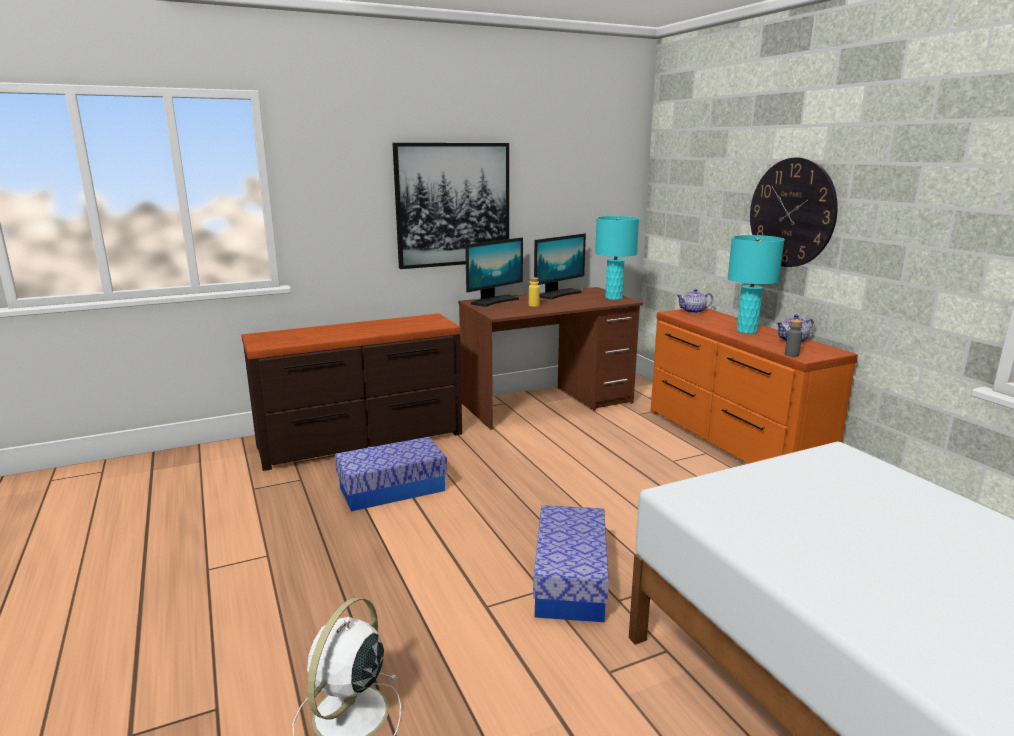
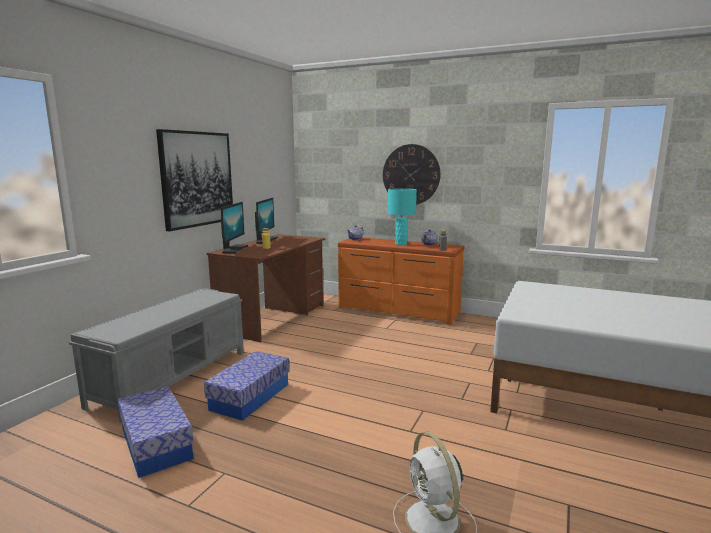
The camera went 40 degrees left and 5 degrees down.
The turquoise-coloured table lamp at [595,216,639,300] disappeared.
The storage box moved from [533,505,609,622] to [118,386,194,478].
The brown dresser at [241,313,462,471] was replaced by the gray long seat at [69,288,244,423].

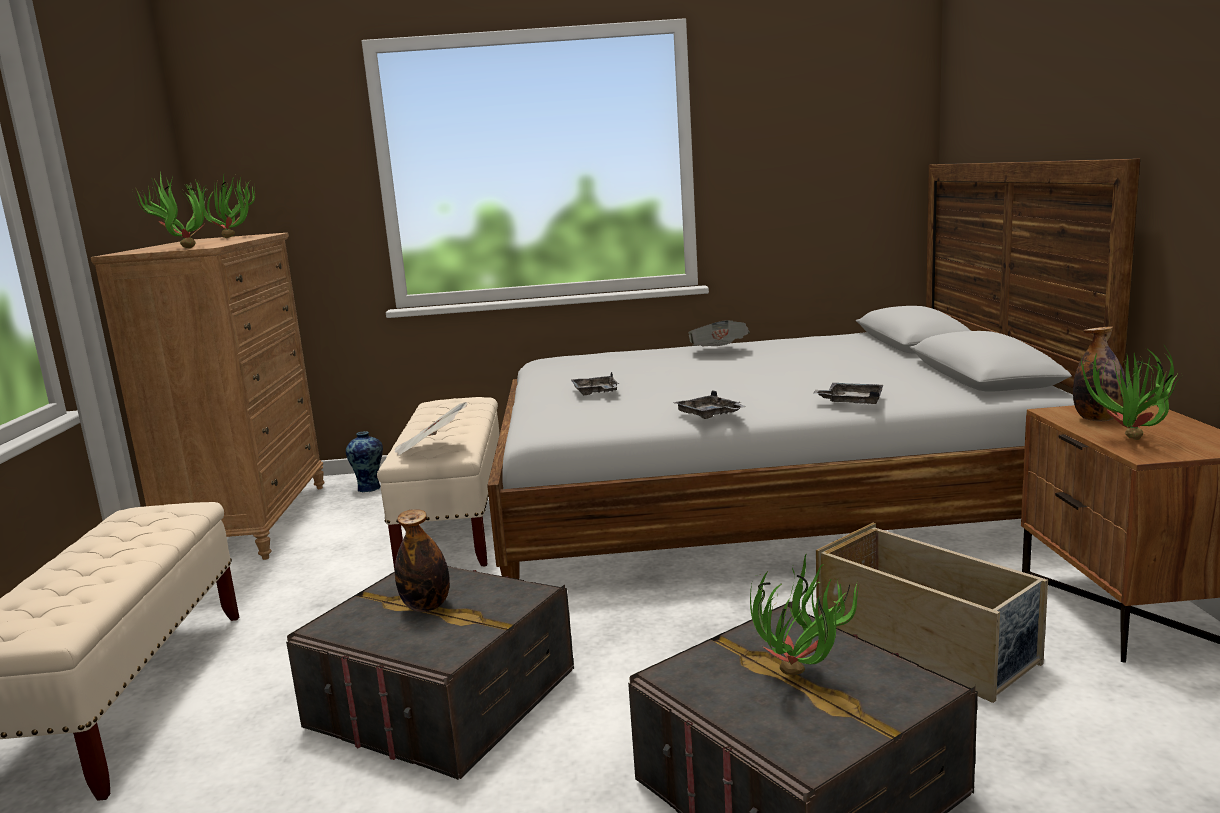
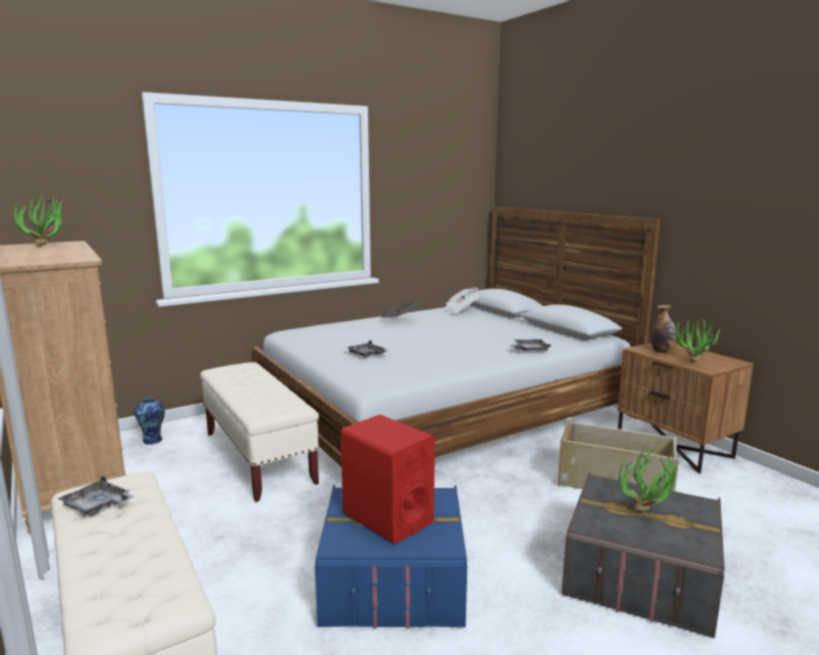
The camera went 30 degrees left and 0 degrees up.
The houseplant at [132,172,204,248] disappeared.
The daily paper moved from [394,402,467,456] to [440,288,480,314].
The gray serving tray moved from [674,391,746,419] to [58,475,134,516].
The beverage bottle at [395,509,450,612] was replaced by the reddish loudspeaker at [341,415,435,544].
The gray storage box at [286,566,574,780] became the blue-coloured storage box at [315,485,467,629].

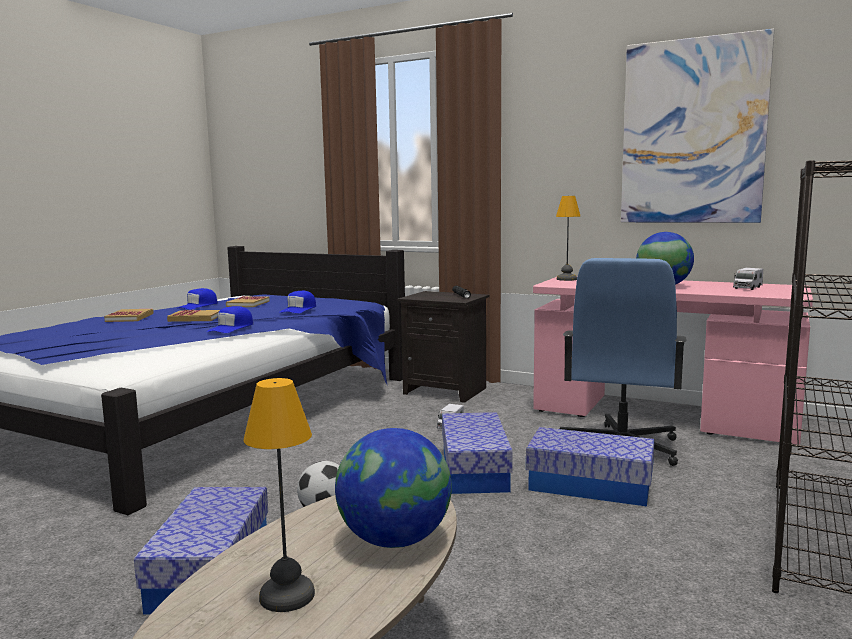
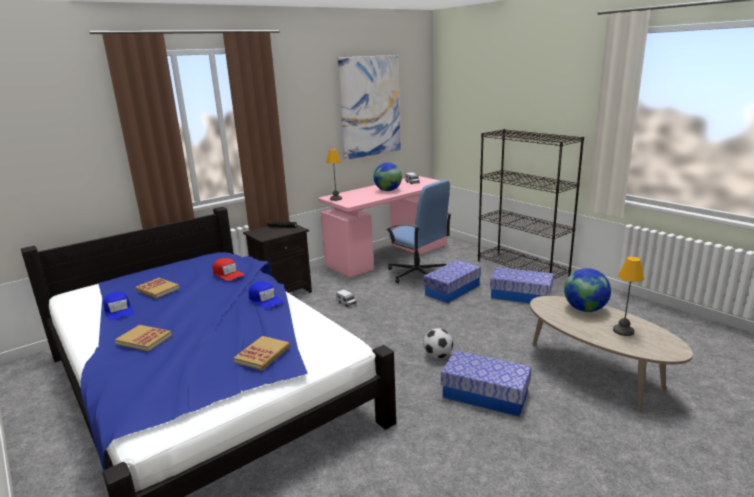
The camera went 65 degrees left and 10 degrees up.
The book moved from [167,310,220,322] to [233,336,290,371].
The storage box moved from [442,412,513,494] to [490,267,554,303].
The blue-coloured baseball cap at [279,291,316,313] became the reddish baseball cap at [213,258,244,281].

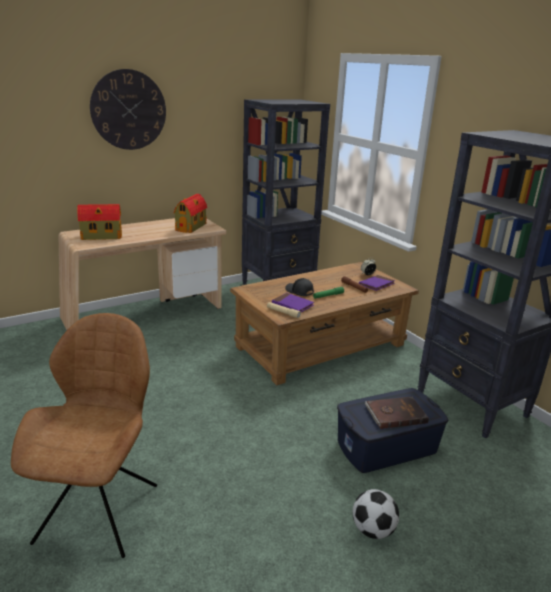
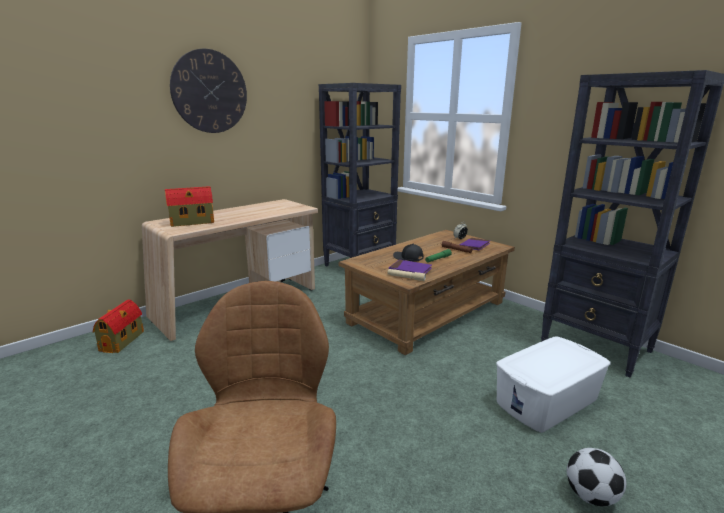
The camera went 10 degrees left and 5 degrees down.
The brown book at [365,396,429,429] disappeared.
The miniature house moved from [174,194,207,233] to [93,300,144,353].
The blue-coloured storage box at [337,388,449,473] became the whitish storage box at [496,336,611,433].

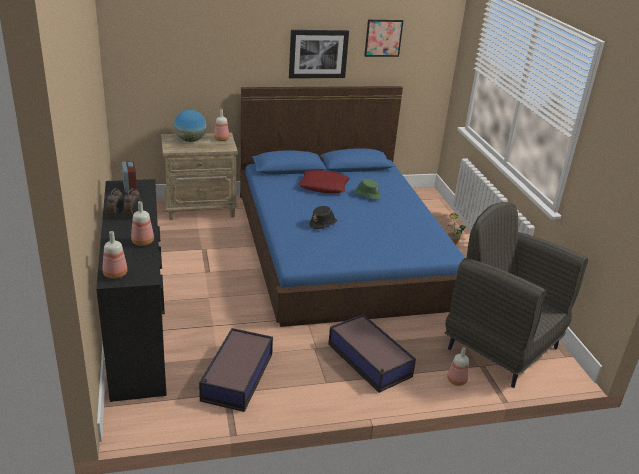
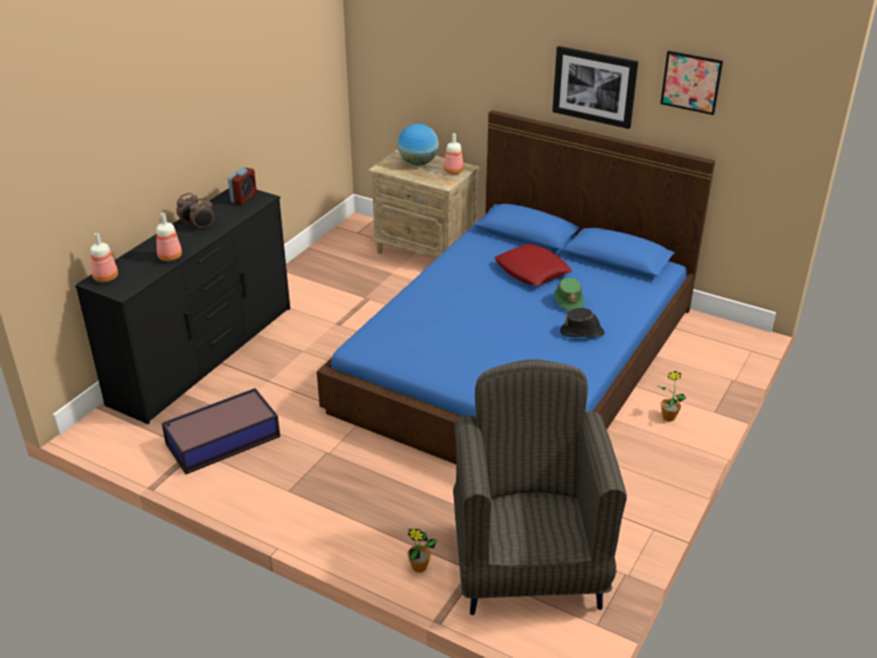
The camera went 45 degrees right and 5 degrees up.
The storage box at [328,314,416,393] disappeared.
The black clothing hat moved from [309,206,337,229] to [560,308,605,337].
The beverage bottle at [447,347,469,386] was replaced by the houseplant at [407,528,437,573].

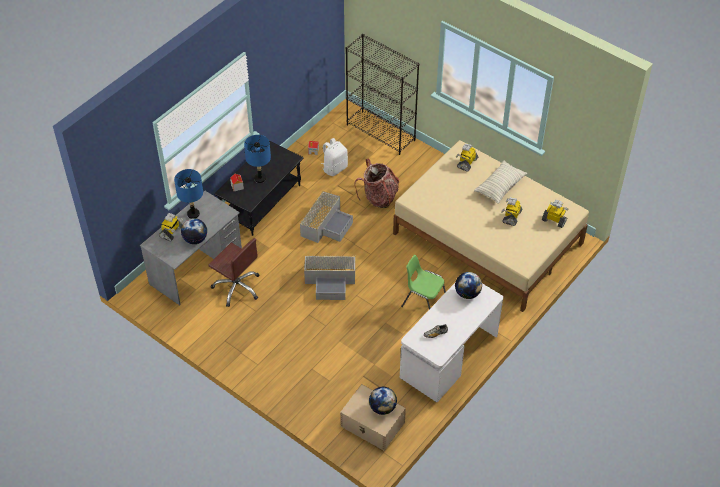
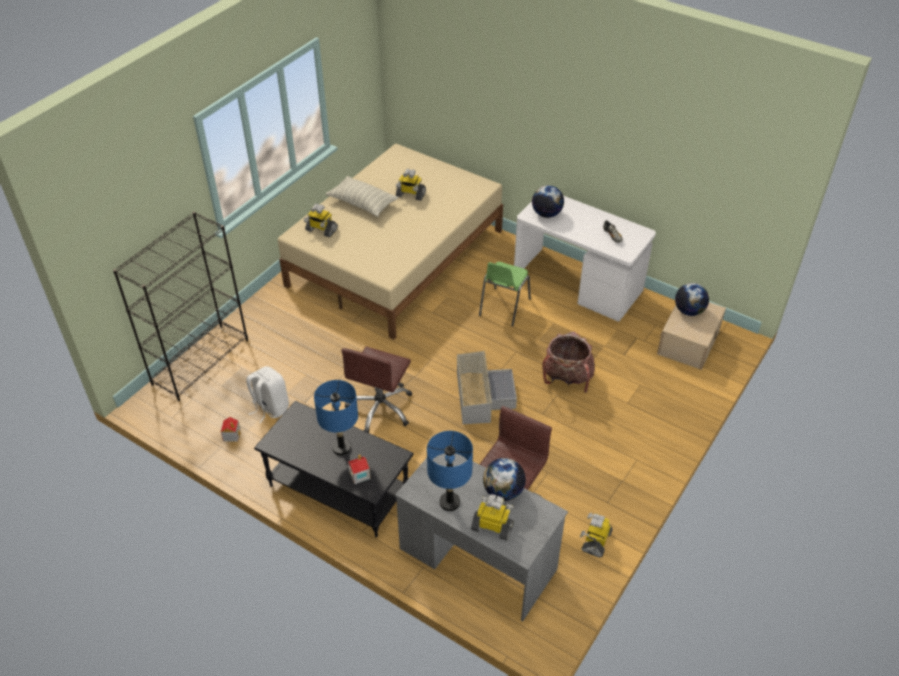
The camera went 95 degrees left and 5 degrees down.
The rucksack moved from [354,159,399,208] to [542,332,595,393].
The robot figure moved from [542,200,568,228] to [580,513,613,557].
The gray storage box at [300,191,353,243] was replaced by the brown computer chair at [341,346,412,433].

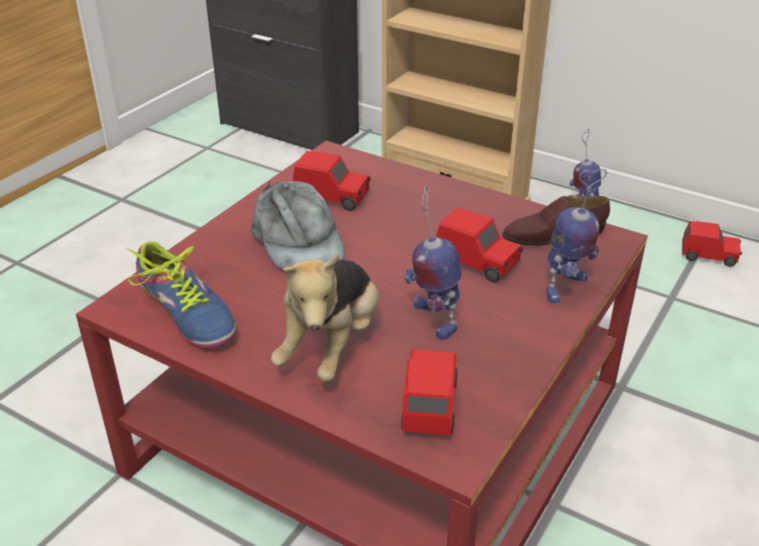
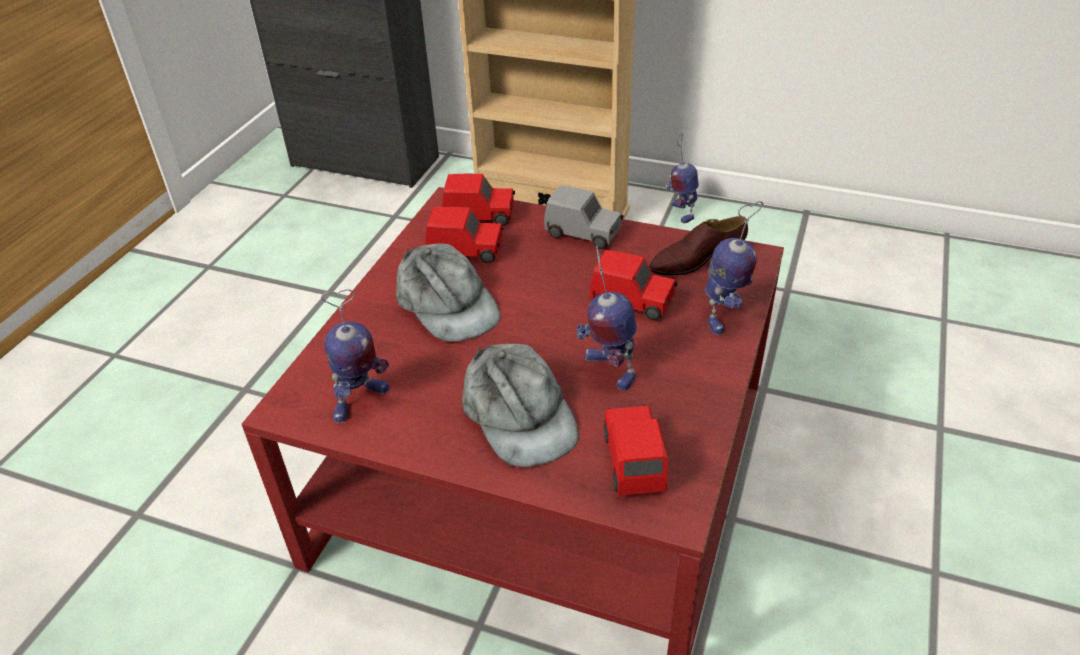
The camera went 10 degrees left and 5 degrees up.
The gray toy car at [544,185,623,249] appeared.
The reddish toy car moved from [682,221,742,267] to [442,174,515,226].
The item of footwear at [126,241,236,348] was replaced by the robot figure at [321,289,389,423].
The plush toy at [271,253,379,382] was replaced by the gray baseball cap at [462,344,579,467].

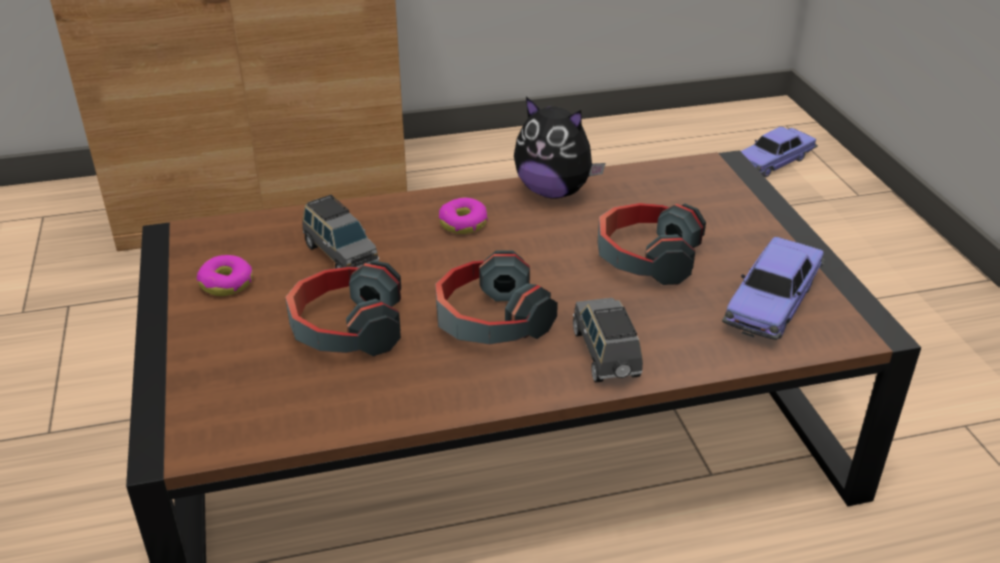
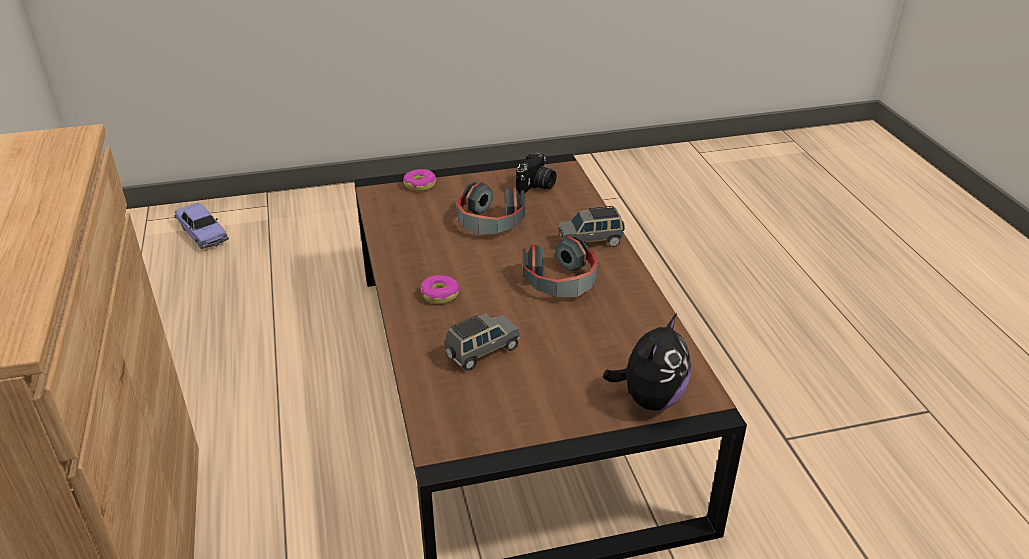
The camera went 90 degrees left and 0 degrees up.
The pair of headphones at [285,260,401,356] disappeared.
The donut moved from [197,255,253,296] to [403,169,436,191].
The plush toy moved from [514,97,605,199] to [603,313,691,411].
The toy car at [722,237,825,340] was replaced by the still camera at [516,152,557,194].

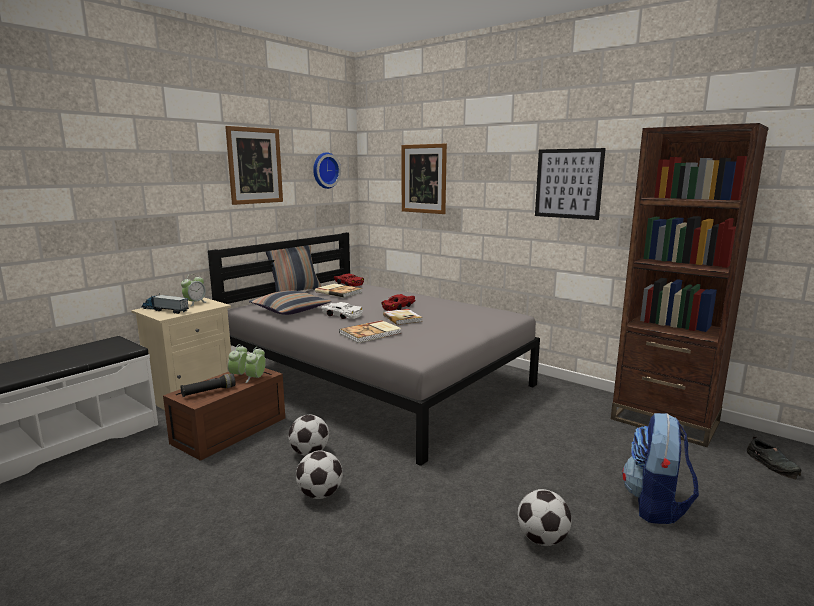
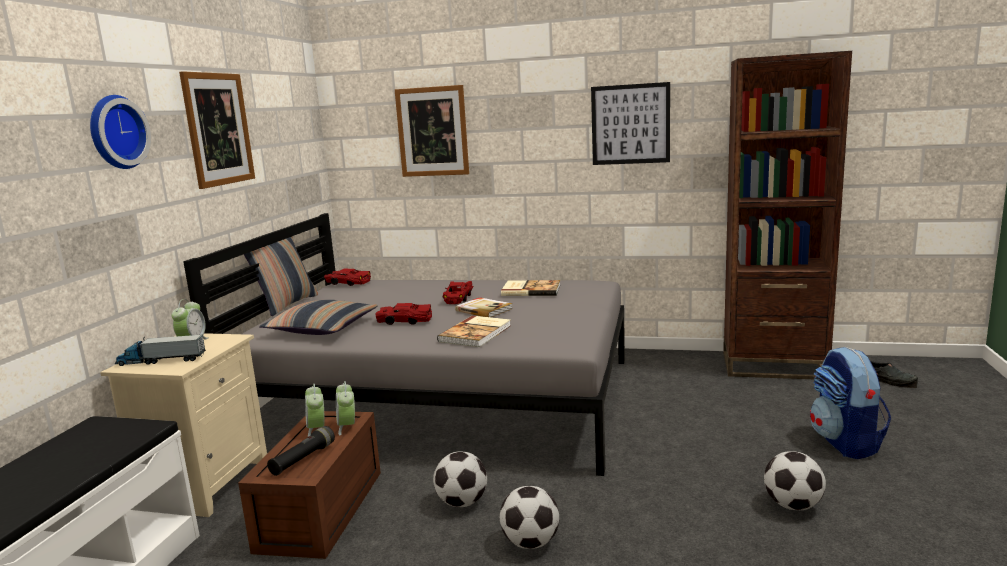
The camera went 25 degrees left and 0 degrees up.
The clock on the wall moved from [313,152,341,189] to [90,95,151,169].
The book moved from [315,284,362,298] to [501,280,561,296].
The whitish toy car at [321,302,363,319] became the reddish toy car at [376,303,432,325].

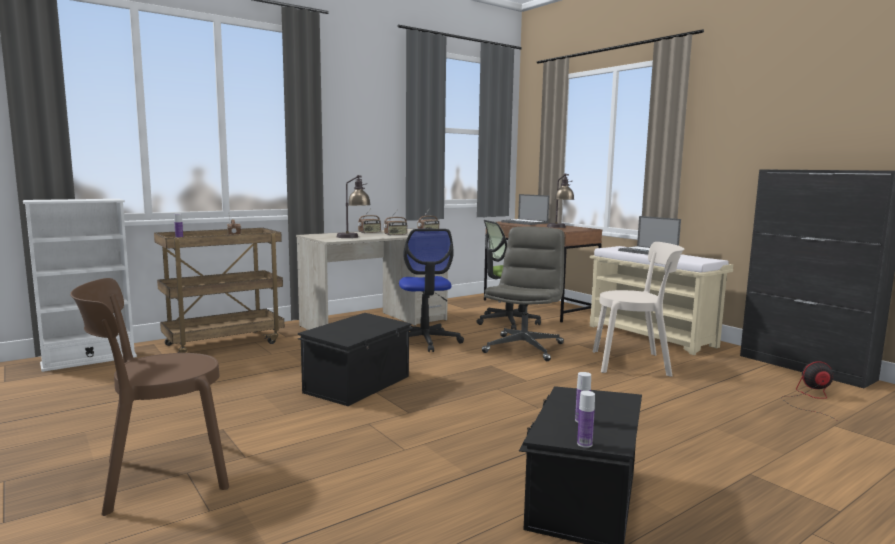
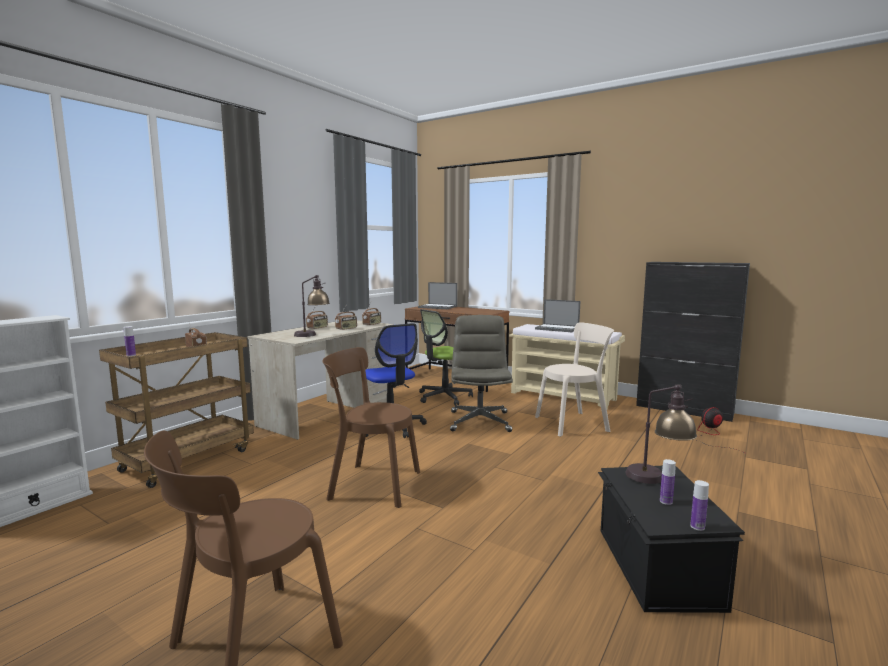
The camera went 20 degrees left and 0 degrees up.
The table lamp moved from [547,173,575,228] to [625,384,697,484].
The black storage box at [298,313,413,406] was replaced by the brown plain chair at [322,347,420,508].

